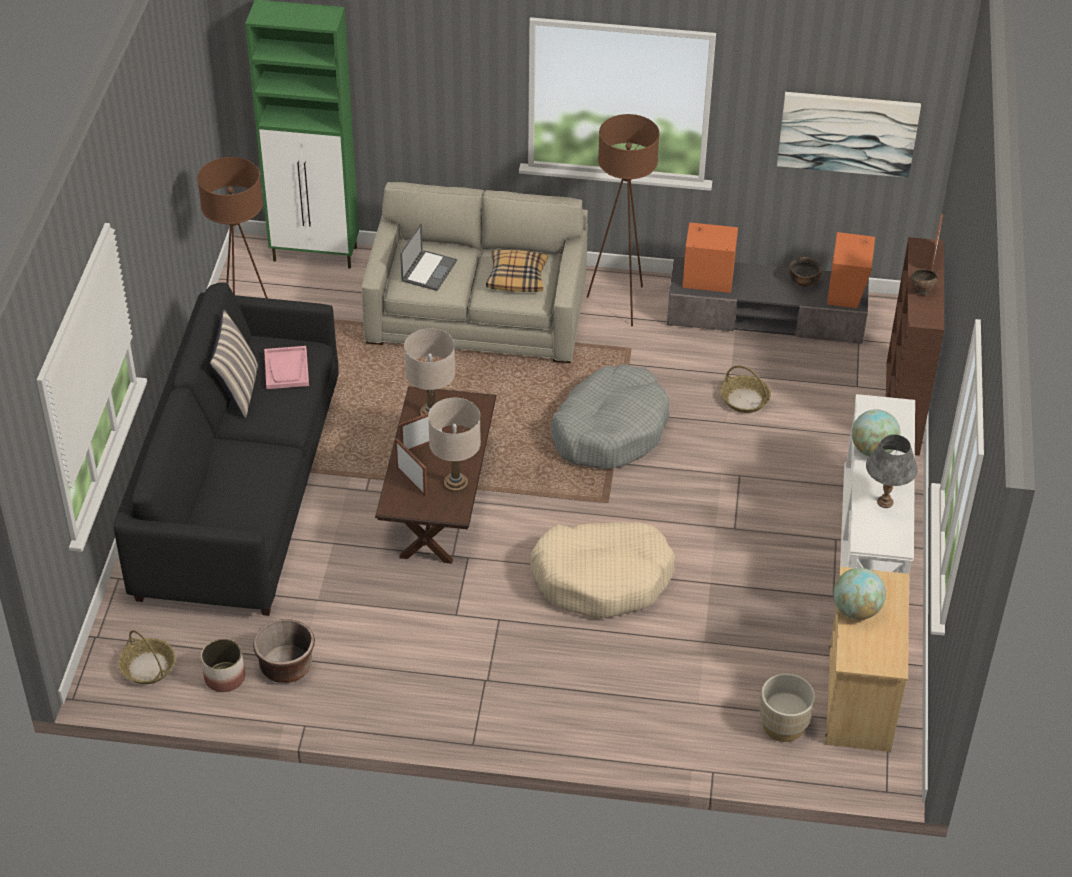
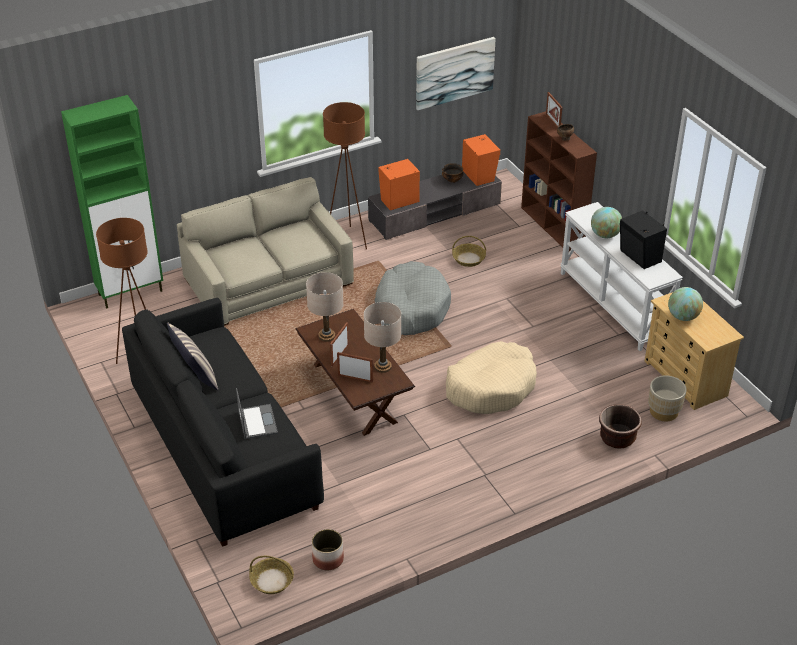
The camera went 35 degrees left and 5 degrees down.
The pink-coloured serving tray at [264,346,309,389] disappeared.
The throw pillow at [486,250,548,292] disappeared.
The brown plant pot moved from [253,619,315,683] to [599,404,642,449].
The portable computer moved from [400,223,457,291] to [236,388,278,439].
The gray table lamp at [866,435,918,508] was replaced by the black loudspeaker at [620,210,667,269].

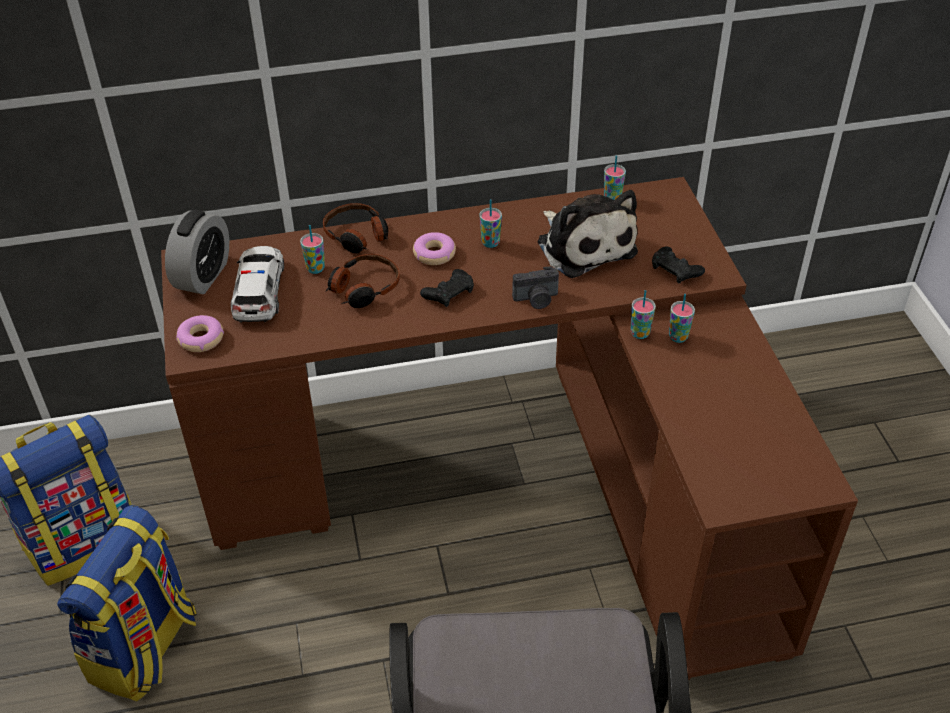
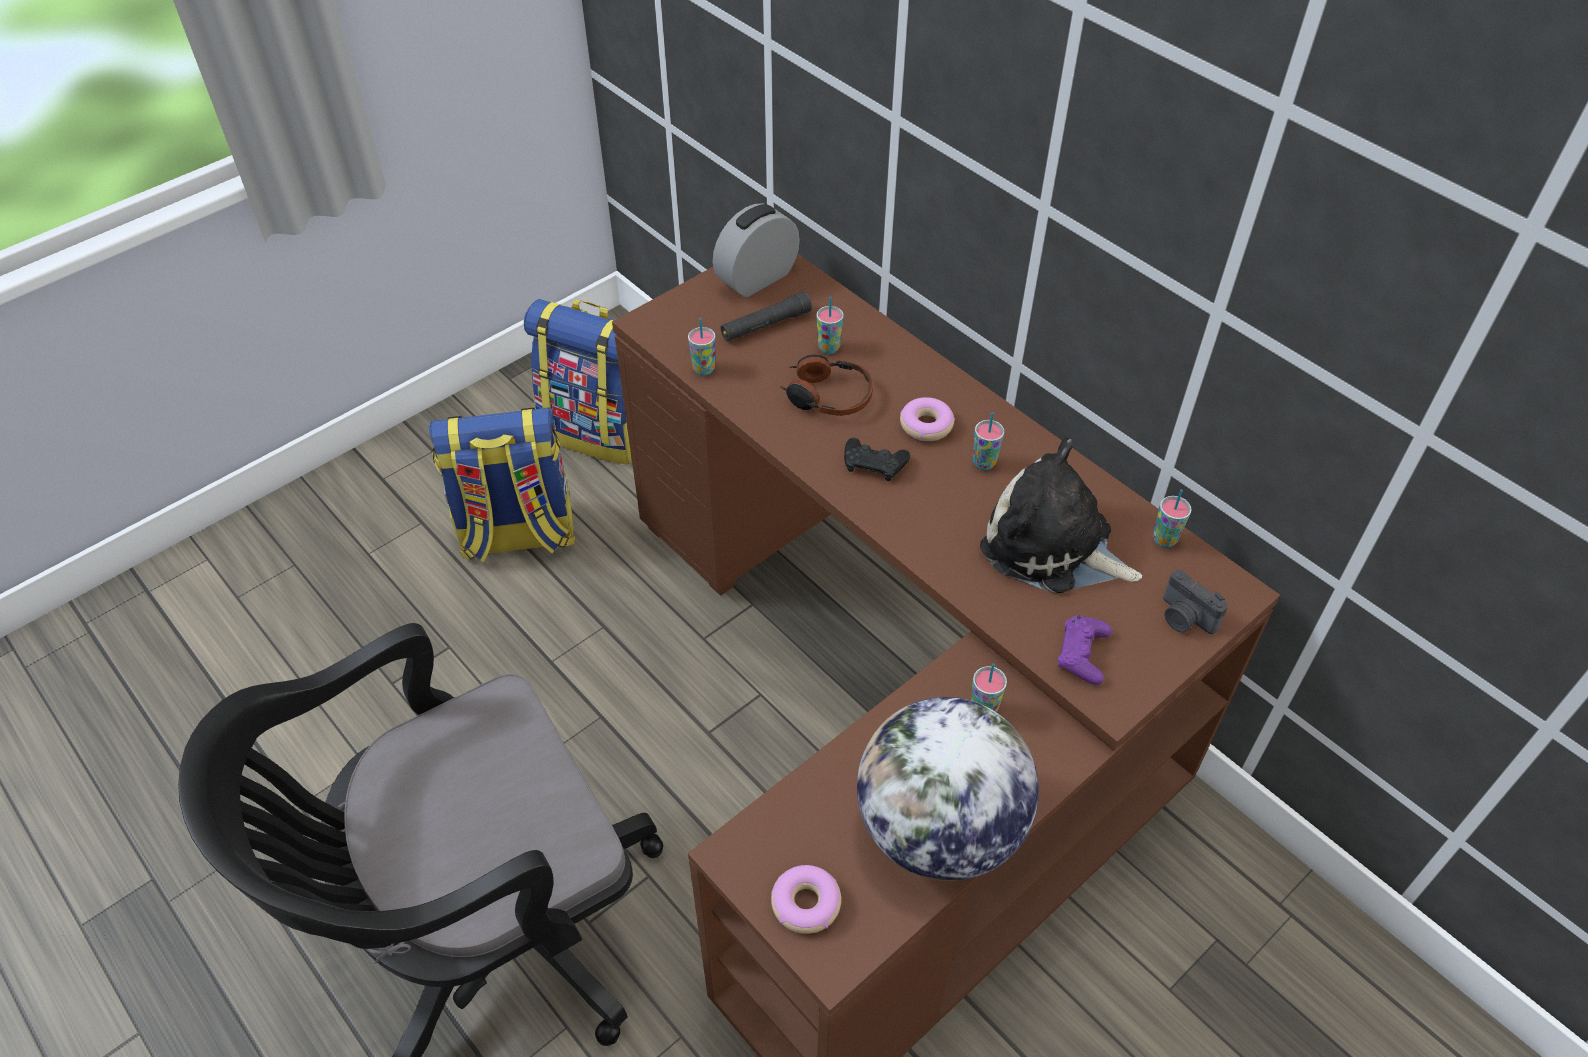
The camera went 60 degrees right and 5 degrees up.
The pair of headphones at [323,203,388,254] disappeared.
The desk globe at [857,697,1039,881] appeared.
The donut moved from [176,315,224,352] to [771,865,841,934].
The still camera moved from [512,266,559,309] to [1163,570,1228,634].
The cup moved from [631,290,656,339] to [688,318,716,376].
The toy car at [231,246,284,323] was replaced by the black torch at [721,292,812,341].
The black game controller at [652,247,705,283] became the purple-coloured game controller at [1058,615,1112,685].
The alarm clock at [165,210,229,294] turned 150 degrees clockwise.
The plush toy at [537,190,638,278] turned 90 degrees clockwise.

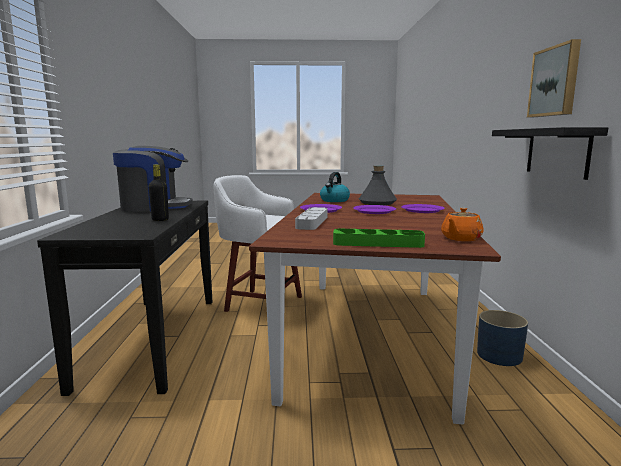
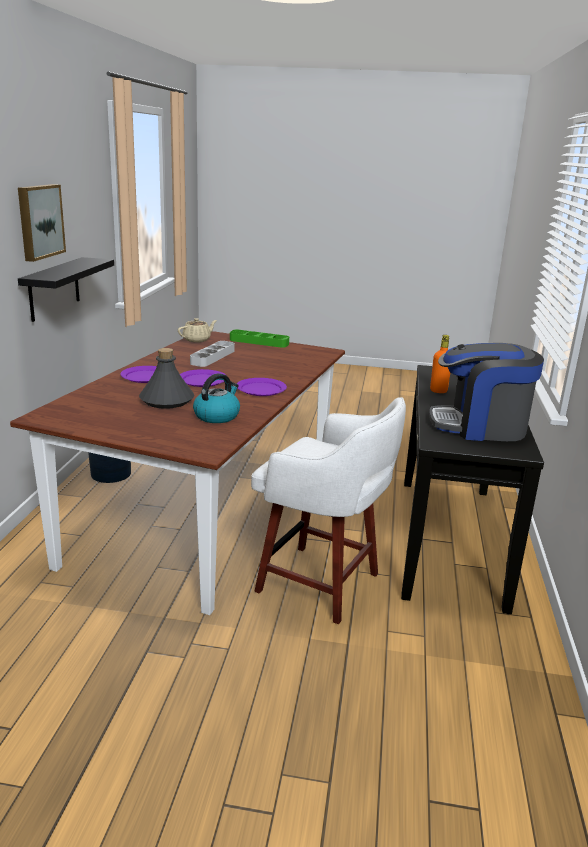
The camera went 170 degrees left and 10 degrees up.
The gray serving tray moved from [295,207,328,230] to [190,341,235,367].
The black beverage bottle at [149,164,169,221] became the orange-coloured beverage bottle at [430,335,451,393].
The orange-coloured teapot at [441,208,484,241] became the sand-coloured teapot at [178,318,217,342].

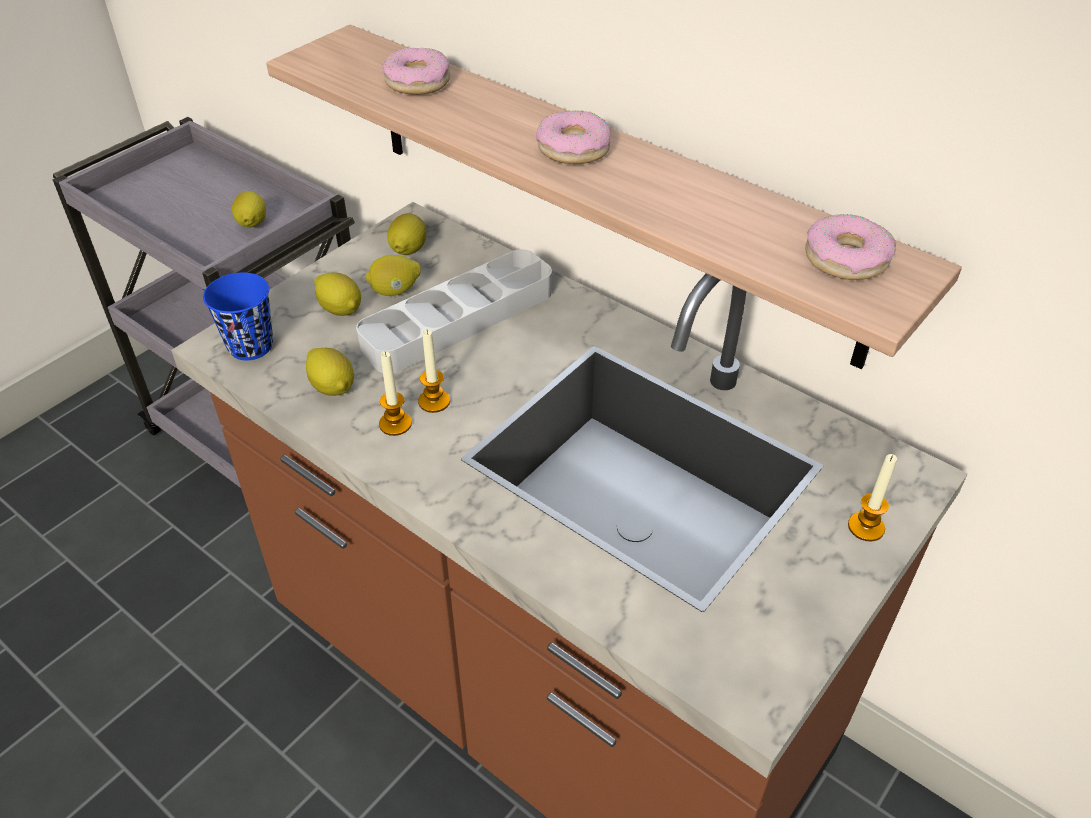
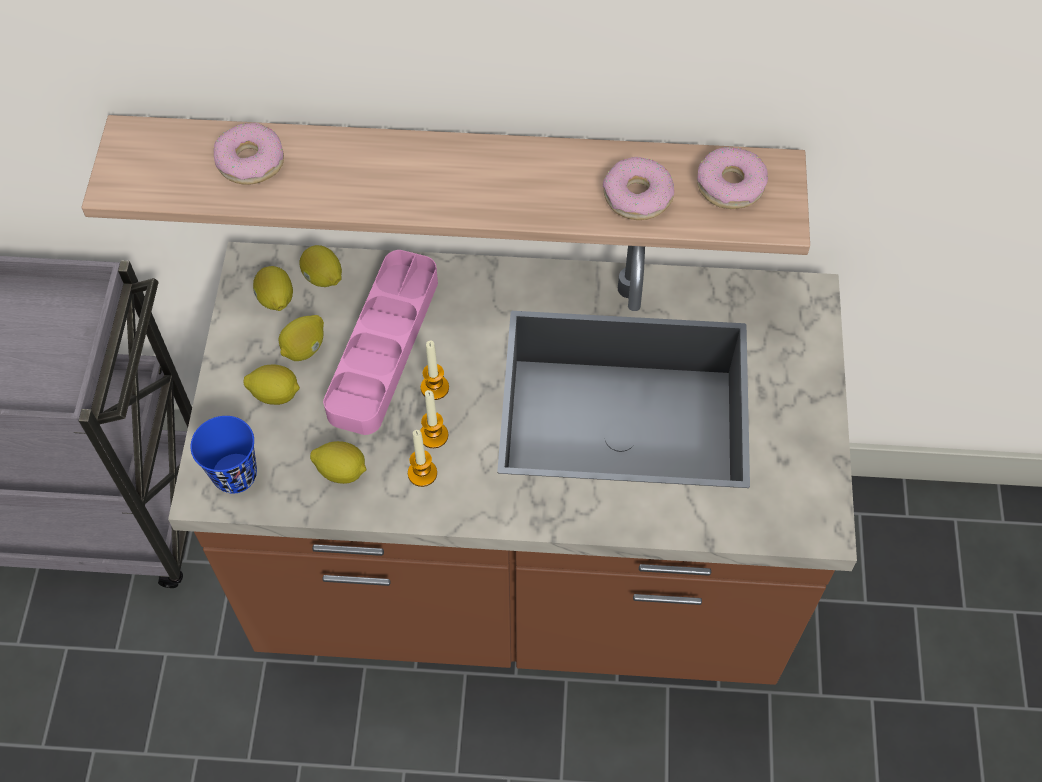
The camera went 35 degrees left and 15 degrees up.
The lemon moved from [232,191,266,228] to [299,245,342,287].
The donut moved from [536,111,610,164] to [603,157,674,220].
The candle moved from [848,454,897,541] to [421,341,449,400].
The gray serving tray at [356,250,552,373] became the pink-coloured serving tray at [323,250,438,435].

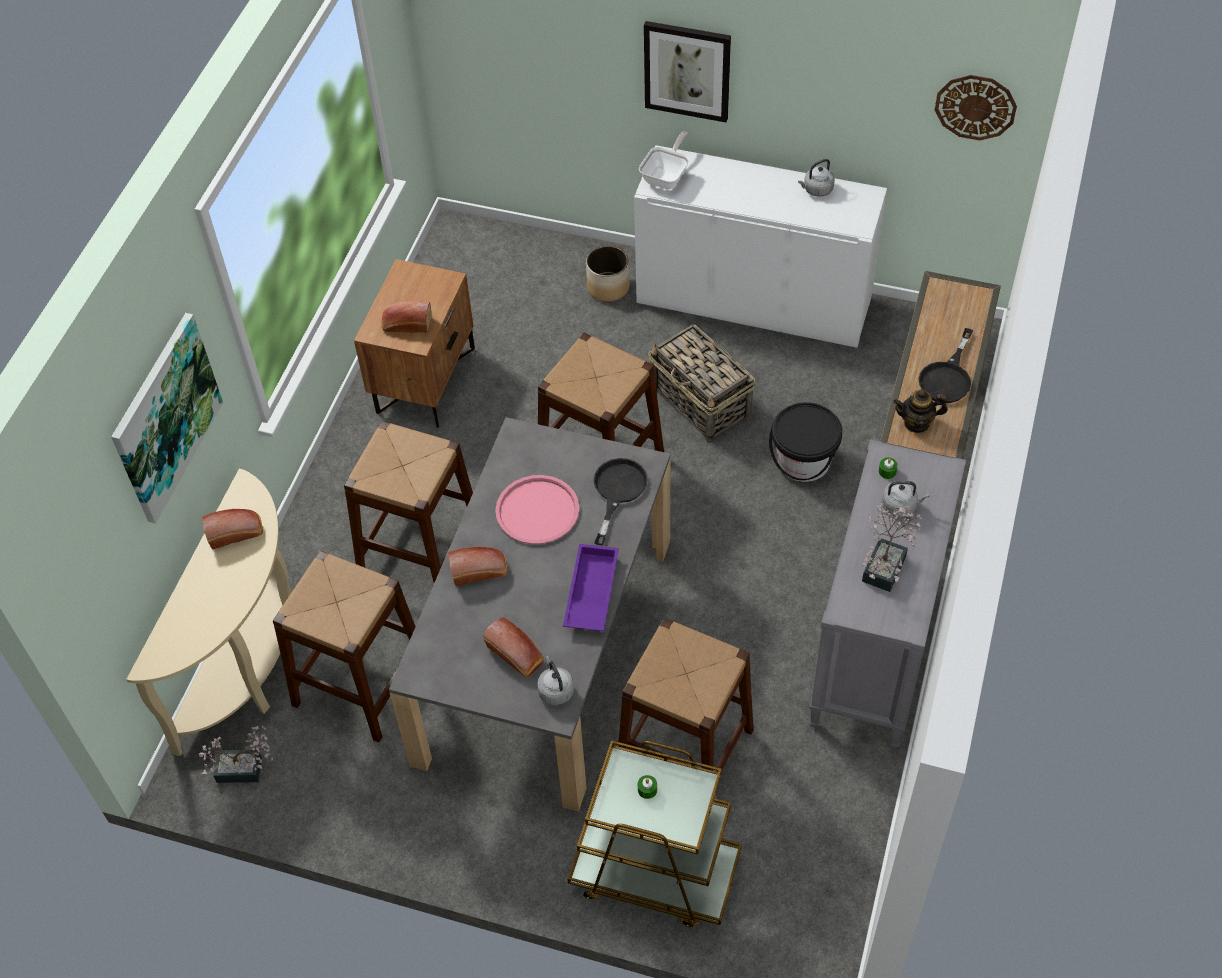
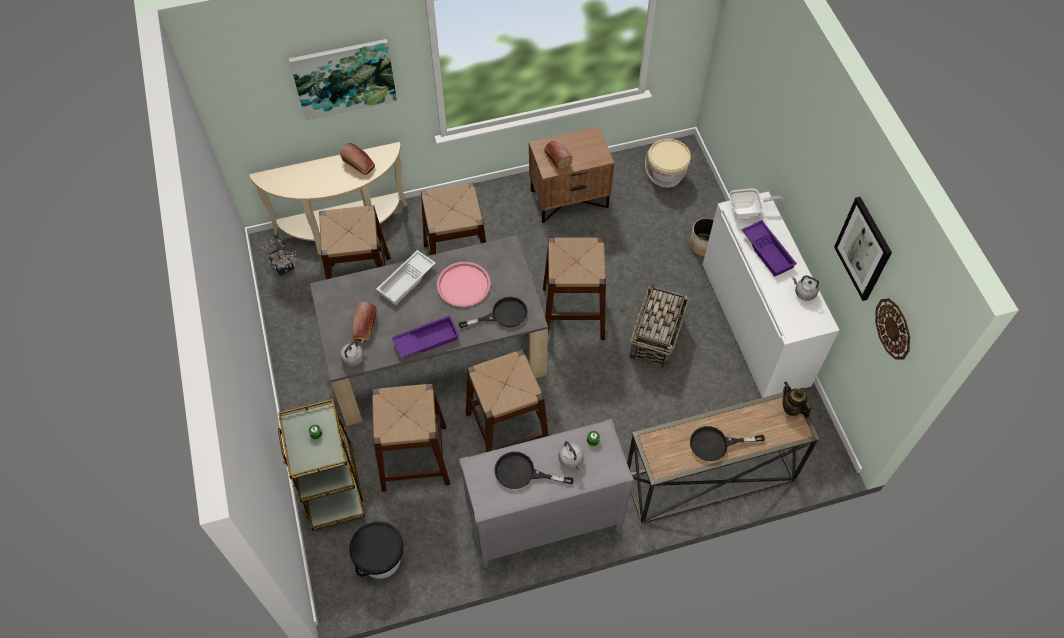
The camera went 55 degrees right and 5 degrees up.
The brown stool at [466,349,549,452] appeared.
The sand-coloured bucket at [645,139,691,188] appeared.
The purple-coloured serving tray at [741,220,797,277] appeared.
The wall picture moved from [644,21,731,122] to [834,197,892,301].
The black bucket moved from [769,402,842,482] to [349,521,404,579].
The teapot moved from [893,390,948,433] to [782,382,812,418].
The baked bread at [448,547,507,586] was replaced by the whitish serving tray at [376,250,436,305].
The houseplant at [862,503,922,592] was replaced by the black frying pan at [494,452,574,489].

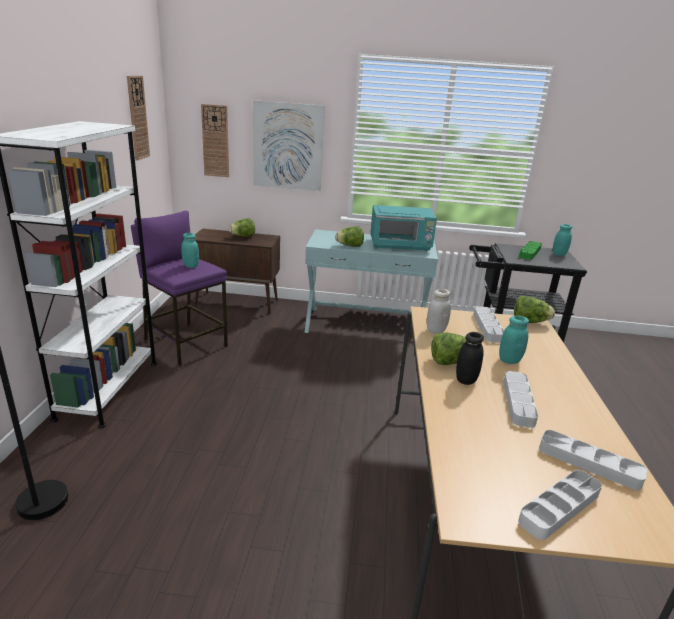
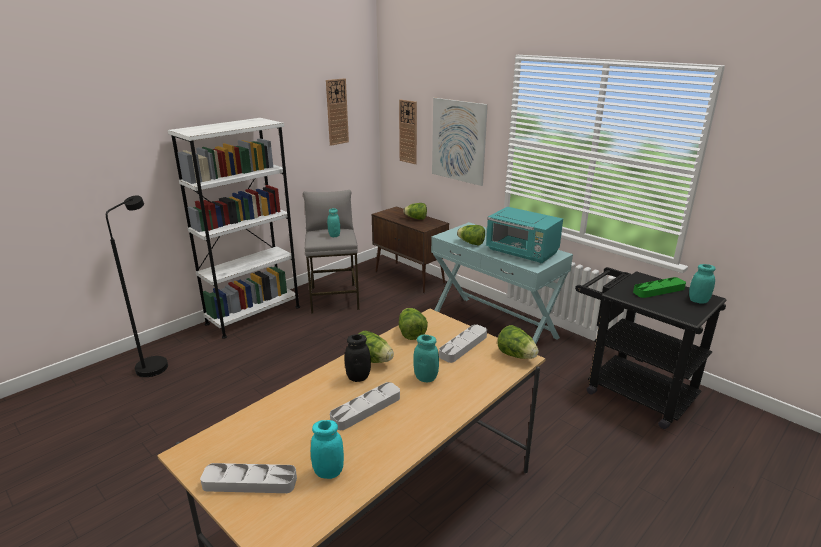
The camera went 40 degrees right and 0 degrees up.
The whitish jar at [427,289,451,333] was replaced by the head of lettuce at [399,308,428,340].
The gray serving tray at [539,430,647,490] was replaced by the turquoise-coloured jar at [311,420,344,479].
The purple-coloured stool at [131,211,228,366] became the gray stool at [303,190,359,314].

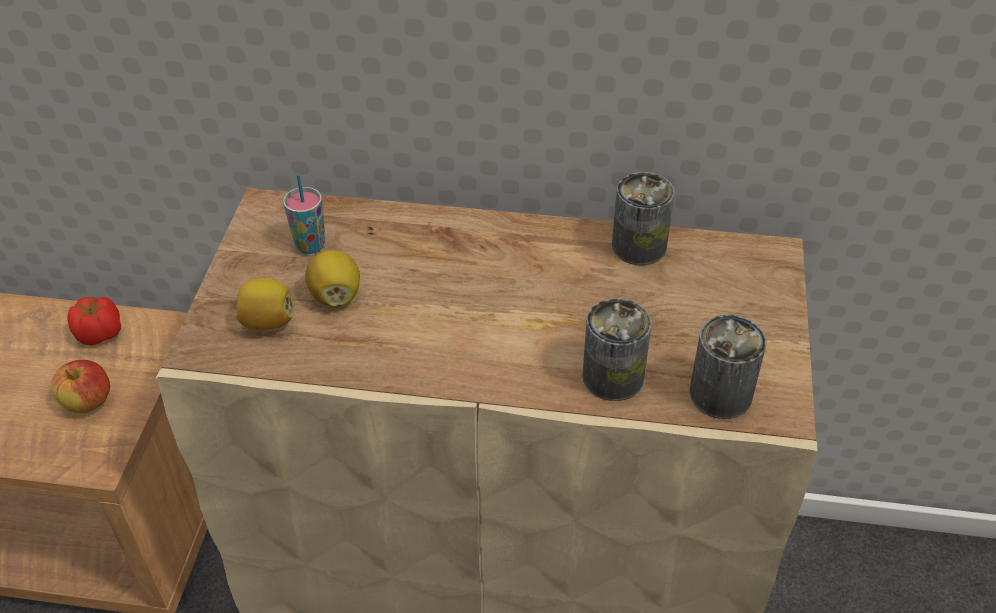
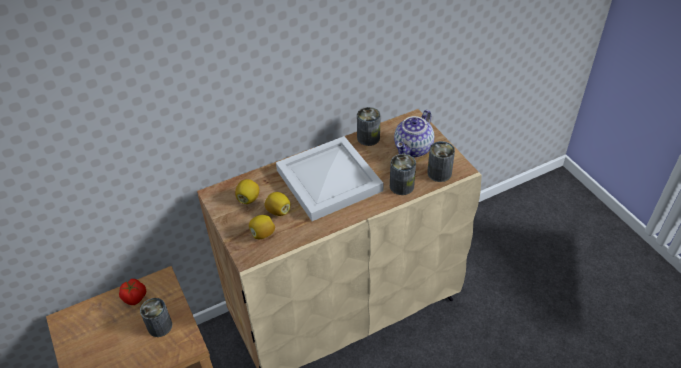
The camera went 35 degrees left and 0 degrees up.
The whitish serving tray at [276,136,384,221] appeared.
The teapot at [394,110,434,157] appeared.
The apple at [51,360,110,413] was replaced by the sealed can at [140,298,172,337].
The cup at [283,174,325,254] was replaced by the lemon at [235,179,259,204].

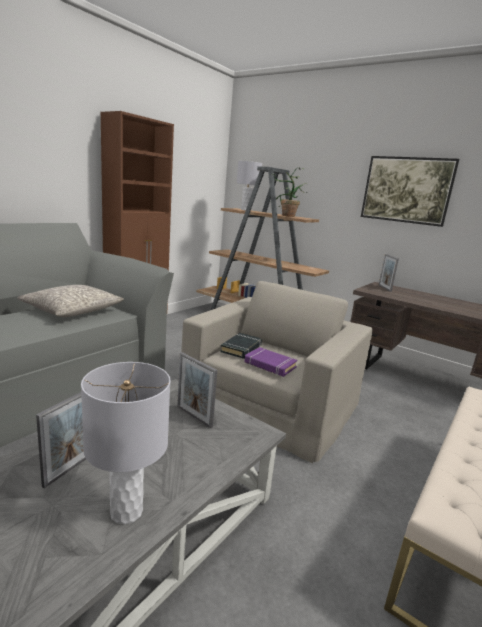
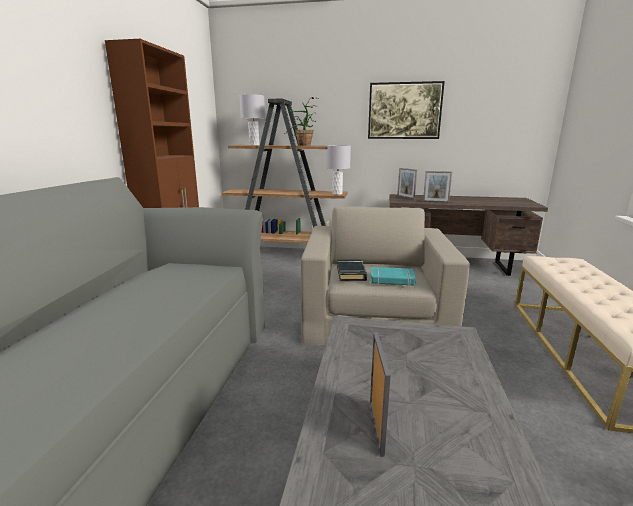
The camera went 25 degrees left and 0 degrees up.
The gray throw pillow at [17,285,124,317] disappeared.
The gray table lamp moved from [81,362,171,524] to [326,145,351,195].
The picture frame moved from [177,352,217,428] to [423,171,452,203].
The purple-coloured book at [245,347,297,377] became the turquoise-coloured book at [371,267,416,286].

